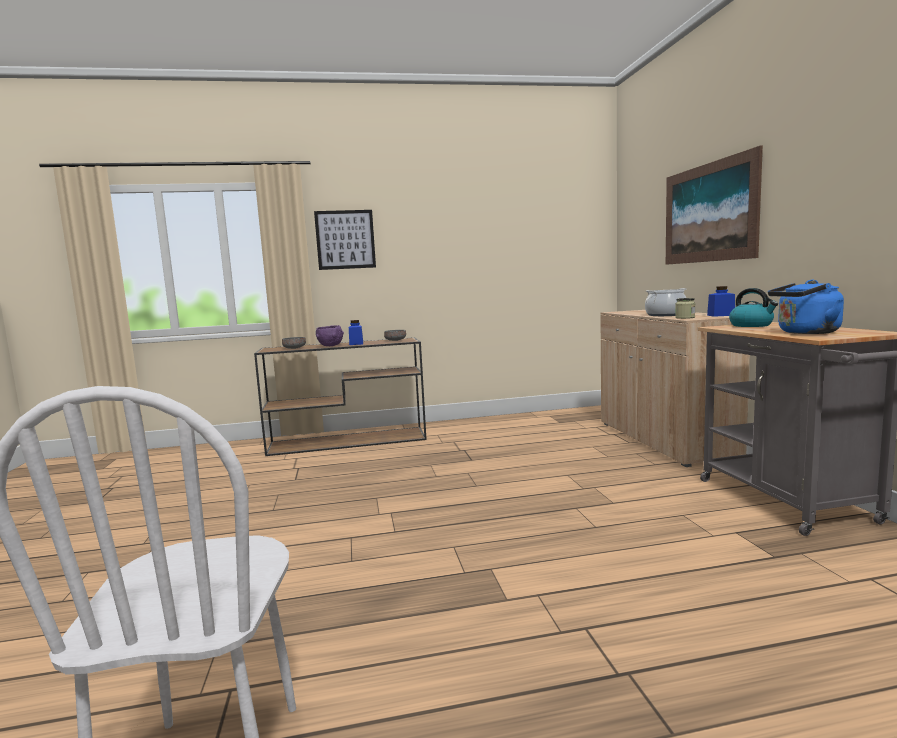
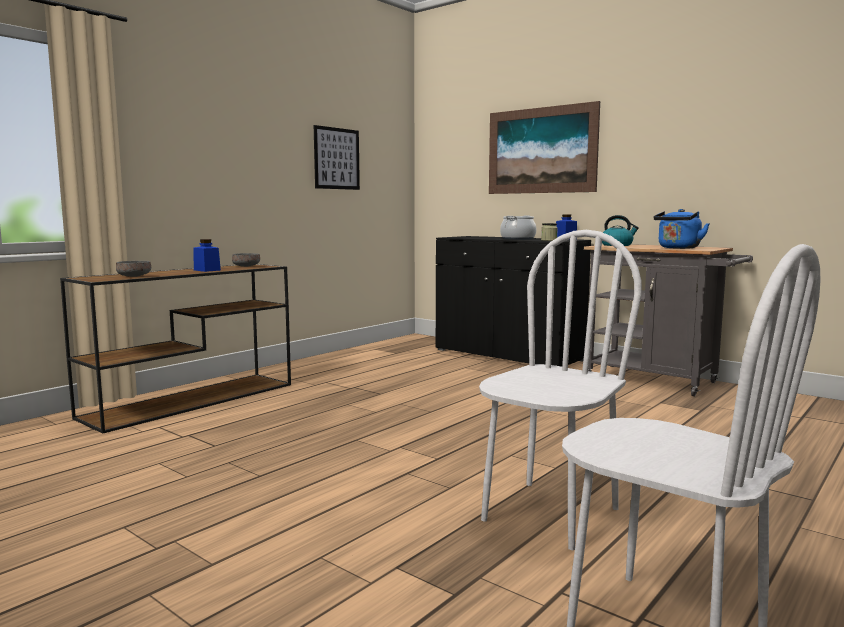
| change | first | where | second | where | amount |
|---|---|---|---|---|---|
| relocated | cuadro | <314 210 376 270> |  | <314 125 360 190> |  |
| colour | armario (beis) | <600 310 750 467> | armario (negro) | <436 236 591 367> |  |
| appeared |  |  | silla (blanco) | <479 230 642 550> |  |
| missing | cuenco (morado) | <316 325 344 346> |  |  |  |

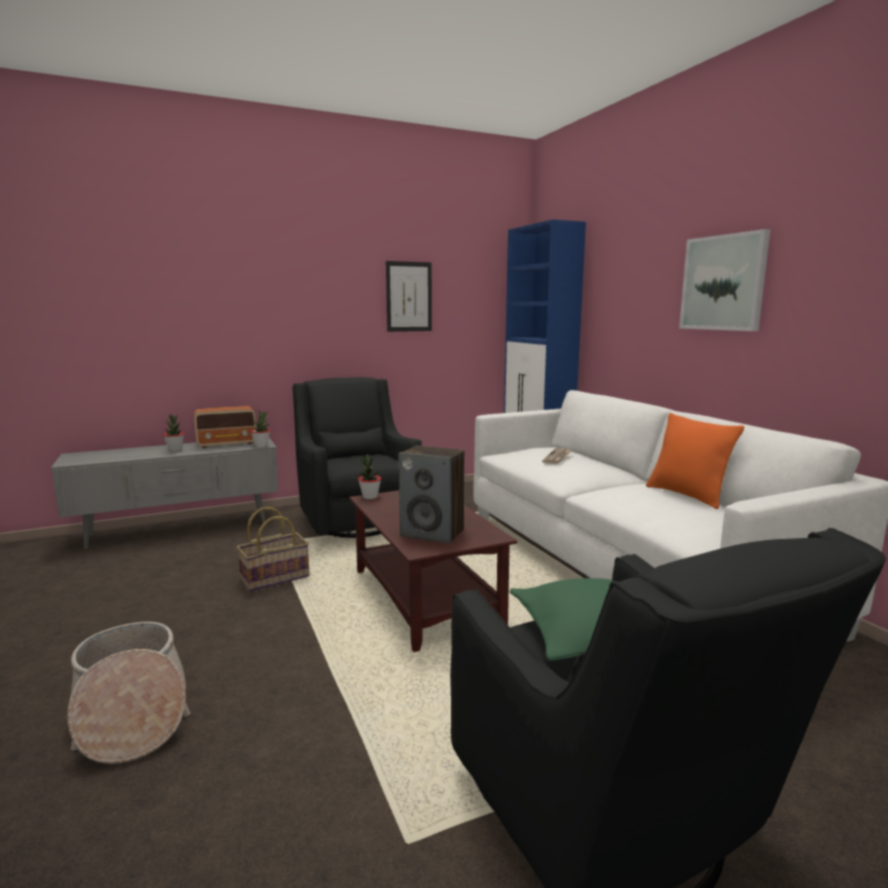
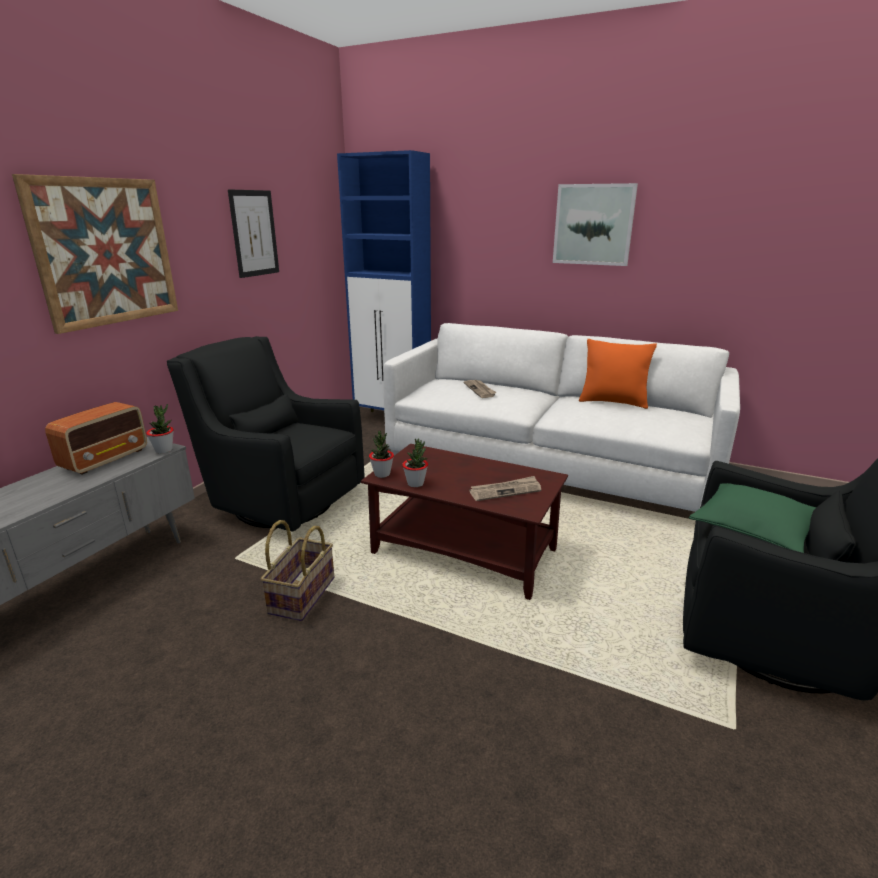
| change | first | where | second | where | amount |
|---|---|---|---|---|---|
| appeared |  |  | cuadro | <12 174 178 334> |  |
| relocated | planta en maceta | <163 414 184 452> |  | <402 438 428 487> |  |
| exchanged | altavoz | <399 445 465 544> | periódico | <469 476 541 501> |  |
| missing | cesta | <67 622 190 764> |  |  |  |

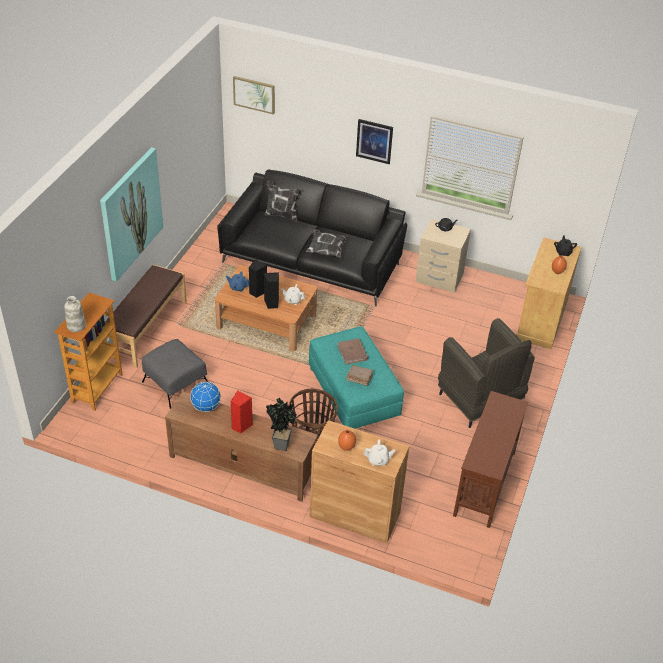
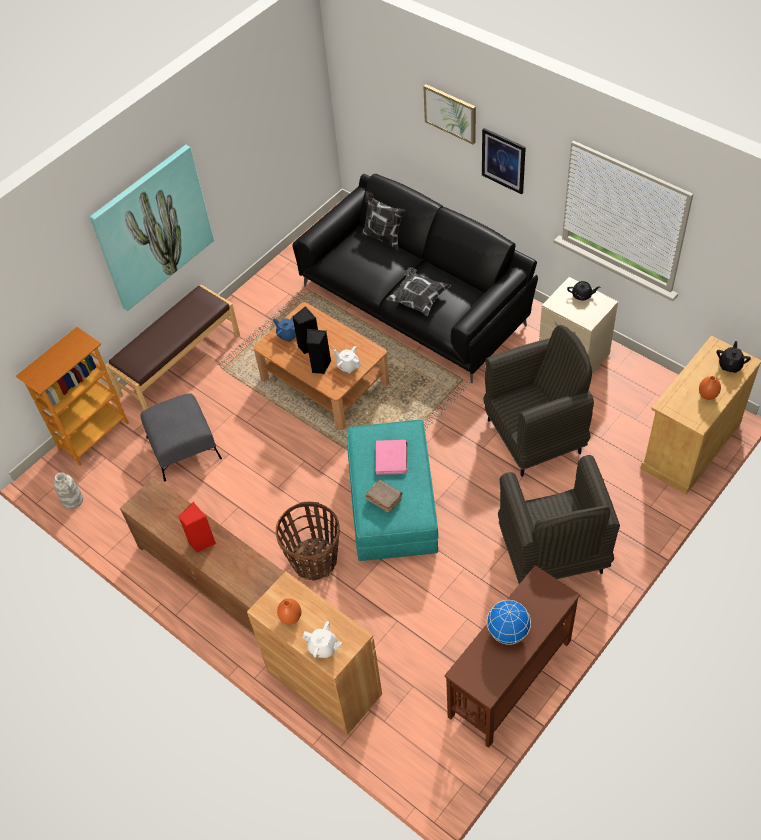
| change | first | where | second | where | amount |
|---|---|---|---|---|---|
| relocated | florero (blanco) | <64 296 86 332> |  | <54 472 83 509> |  |
| colour | libro (marrón) | <337 338 368 365> | libro (rosa) | <376 440 408 475> |  |
| relocated | cuadro | <233 76 275 115> |  | <423 84 476 145> |  |
| appeared |  |  | sillón (gris) | <483 325 594 477> |  |
| relocated | globo terráqueo | <190 382 221 412> |  | <487 600 531 645> |  |
| missing | planta en maceta | <266 397 296 451> |  |  |  |

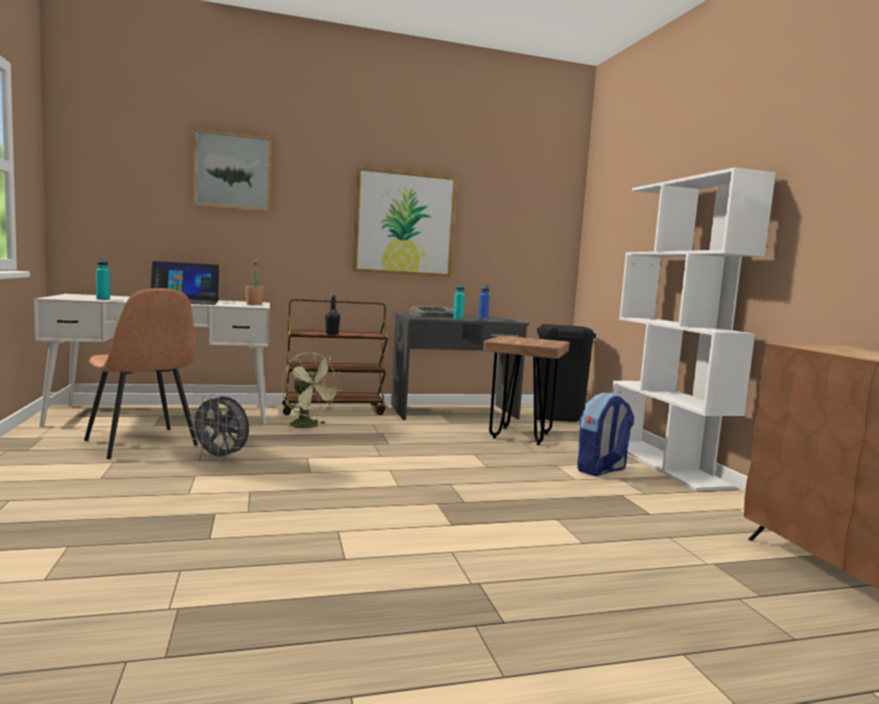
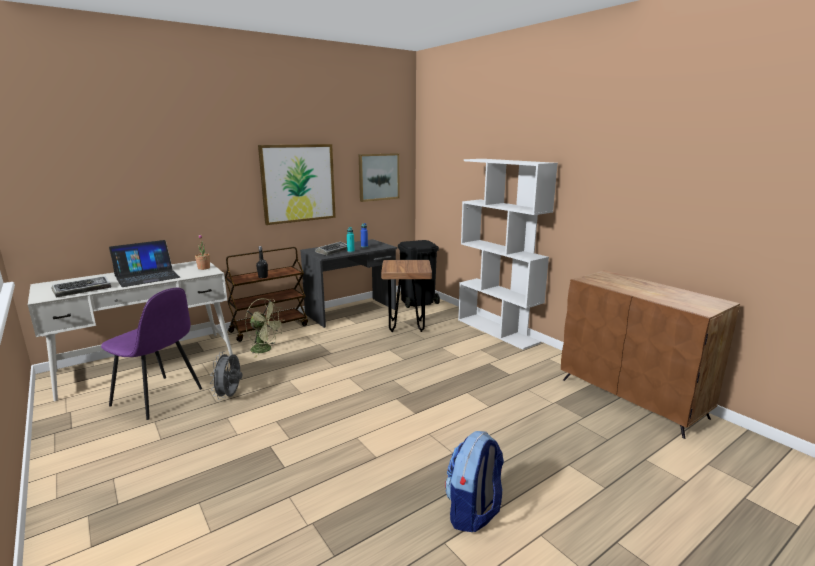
| change | first | where | second | where | amount |
|---|---|---|---|---|---|
| exchanged | botella (turquesa) | <96 258 110 300> | teclado | <51 276 111 297> |  |
| colour | silla (marrón) | <84 288 198 459> | silla (morado) | <101 288 202 420> |  |
| spun | ventilador (gris) | <189 394 249 461> |  | <210 351 242 400> | 90 degrees clockwise |
| relocated | cuadro | <193 128 272 212> |  | <359 153 399 202> |  |
| relocated | mochila | <577 392 634 476> |  | <445 431 504 532> |  |

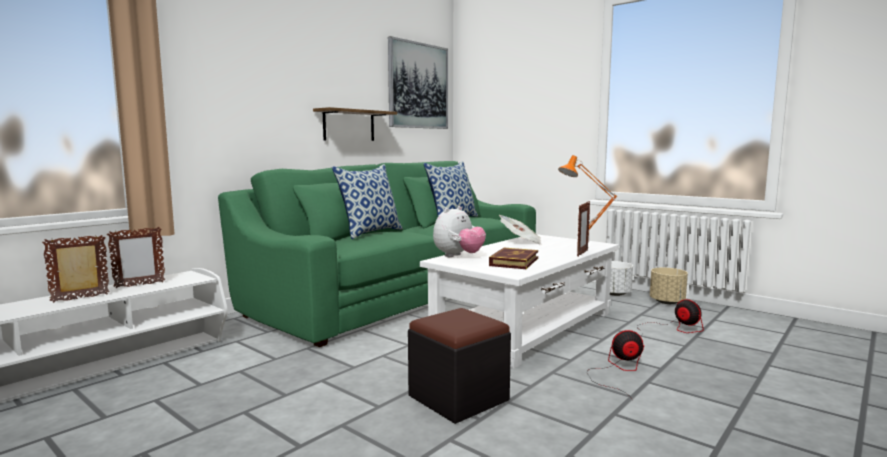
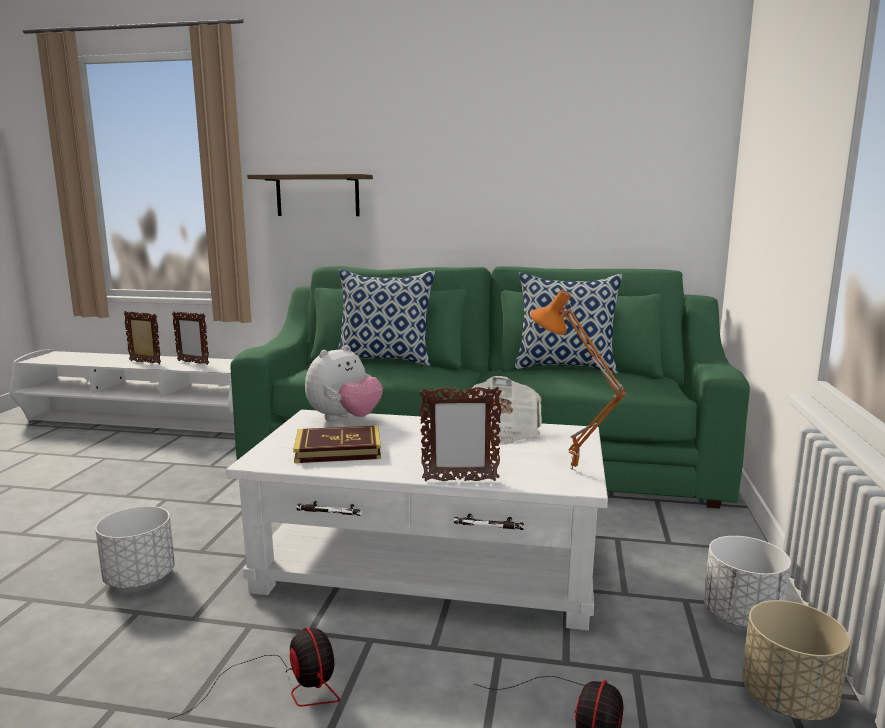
| change | first | where | second | where | amount |
|---|---|---|---|---|---|
| exchanged | puf (negro) | <408 308 511 424> | maceta (blanco) | <95 506 175 588> |  |
| relocated | estante | <313 107 397 141> |  | <247 174 373 216> |  |
| spun | peluche | <433 206 486 257> |  | <305 345 383 421> | 60 degrees counterclockwise |
| missing | cuadro | <388 36 448 129> |  |  |  |

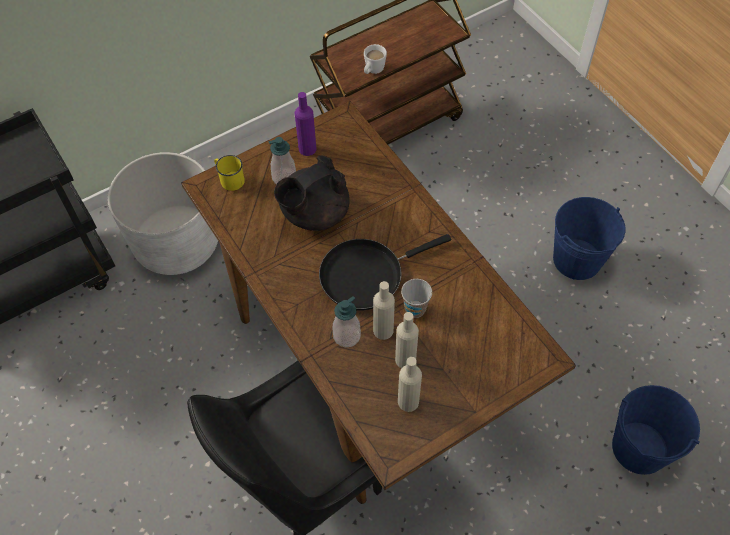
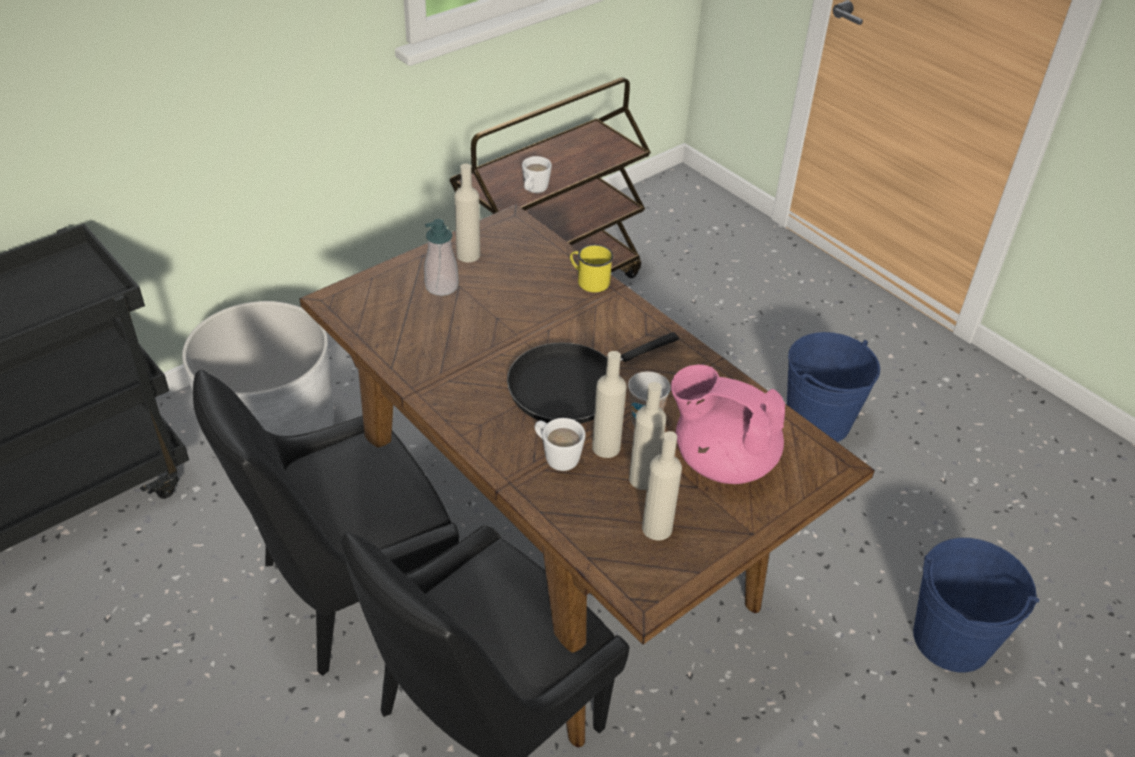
| change | first | where | second | where | amount |
|---|---|---|---|---|---|
| appeared |  |  | silla (negro) | <193 370 459 676> |  |
| colour | botella (morado) | <295 92 316 156> | botella (beis) | <454 164 480 262> |  |
| exchanged | dispensador de jabón | <333 296 361 347> | taza grande (blanco) | <534 418 585 471> |  |
| relocated | taza grande (amarillo) | <214 155 245 191> |  | <570 244 614 292> |  |
| appeared |  |  | tetera (rosa) | <671 364 785 484> |  |
| missing | tetera (negro) | <274 155 350 231> |  |  |  |

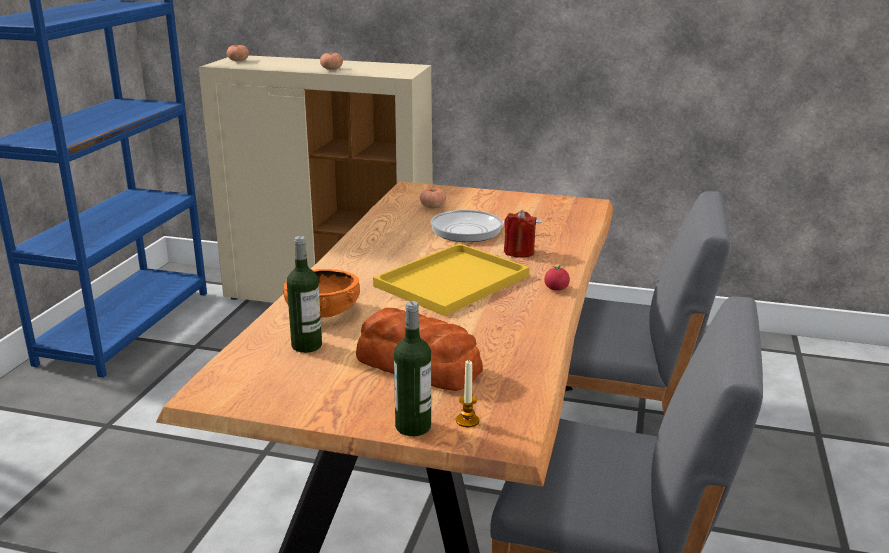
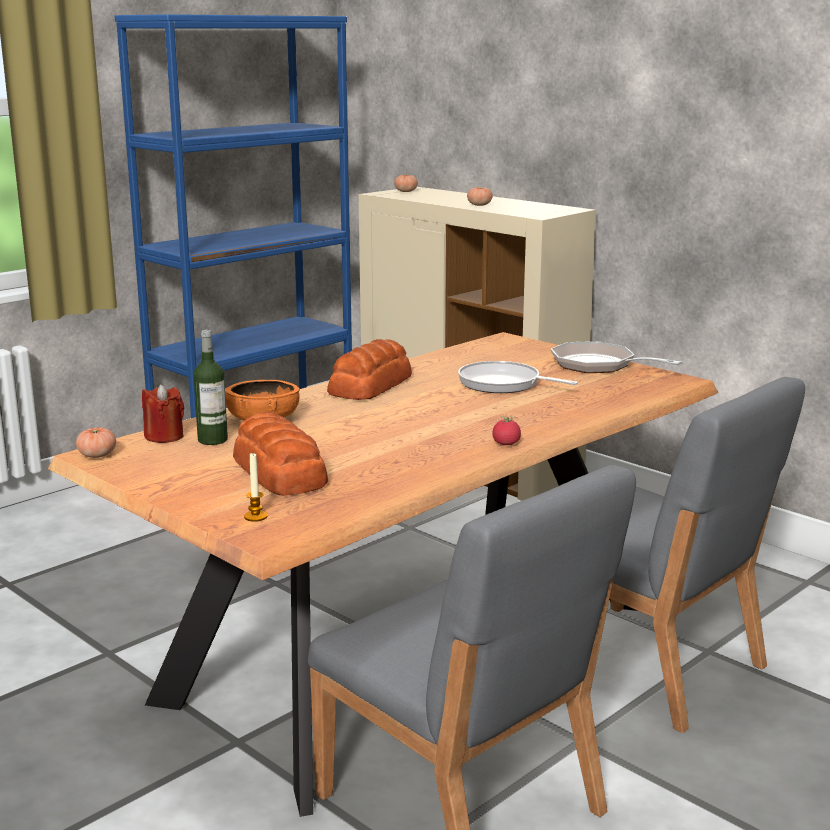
| change | first | where | second | where | amount |
|---|---|---|---|---|---|
| relocated | tomate | <420 188 446 209> |  | <76 427 116 458> |  |
| relocated | vela (rojo) | <504 210 537 258> |  | <142 384 184 443> |  |
| appeared |  |  | pan | <327 339 412 400> |  |
| appeared |  |  | sartén | <551 341 682 373> |  |
| missing | bandeja (amarillo) | <373 243 529 316> |  |  |  |
| missing | botella | <394 301 431 436> |  |  |  |

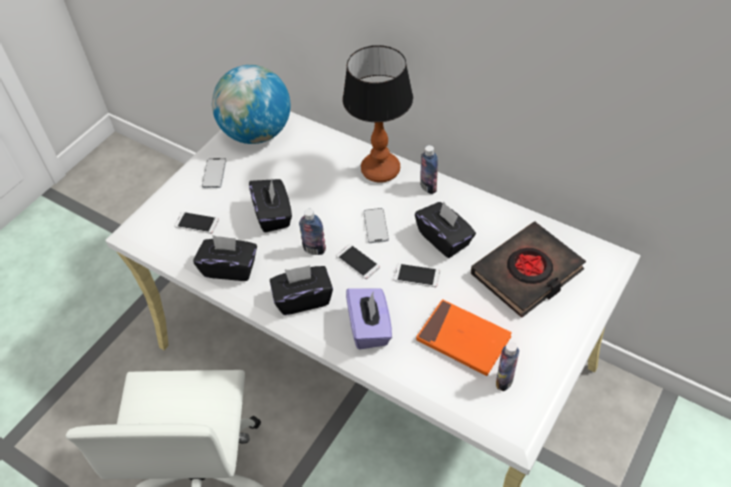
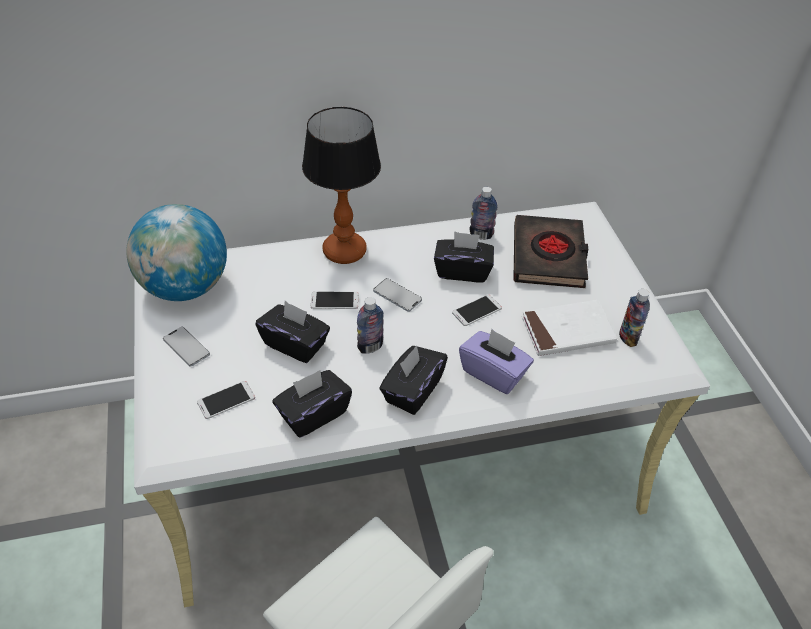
| change | first | where | second | where | amount |
|---|---|---|---|---|---|
| relocated | móvil | <336 244 380 279> |  | <311 291 359 309> |  |
| relocated | botella | <420 145 438 194> |  | <469 187 498 240> |  |
| colour | libro (naranja) | <416 299 512 376> | libro (blanco) | <522 300 617 356> |  |

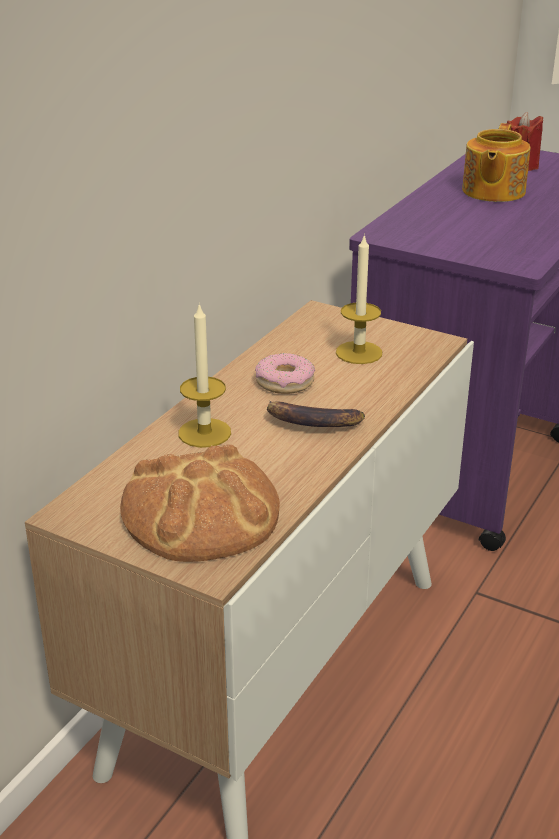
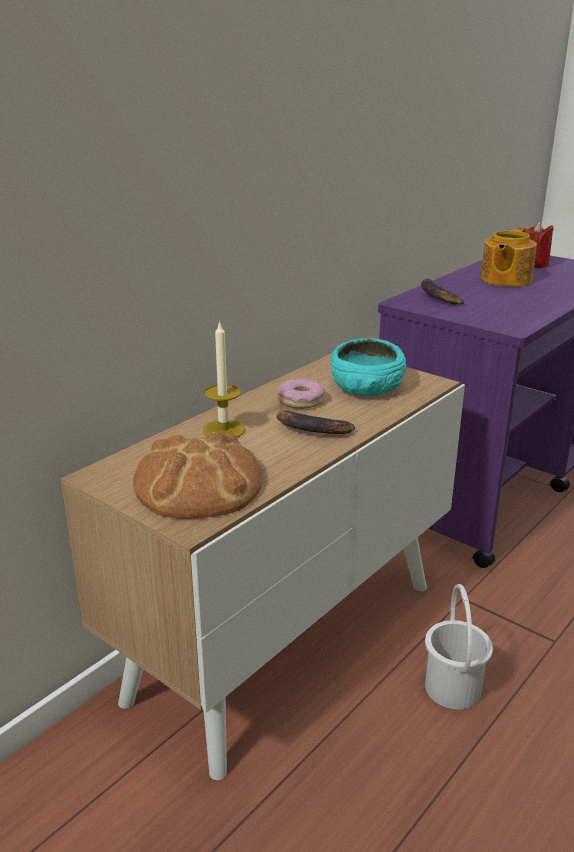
| change | first | where | second | where | amount |
|---|---|---|---|---|---|
| exchanged | vela | <336 234 382 364> | cuenco (turquesa) | <330 338 407 396> |  |
| appeared |  |  | plátano | <421 279 464 305> |  |
| appeared |  |  | cubo (blanco) | <425 584 493 709> |  |

